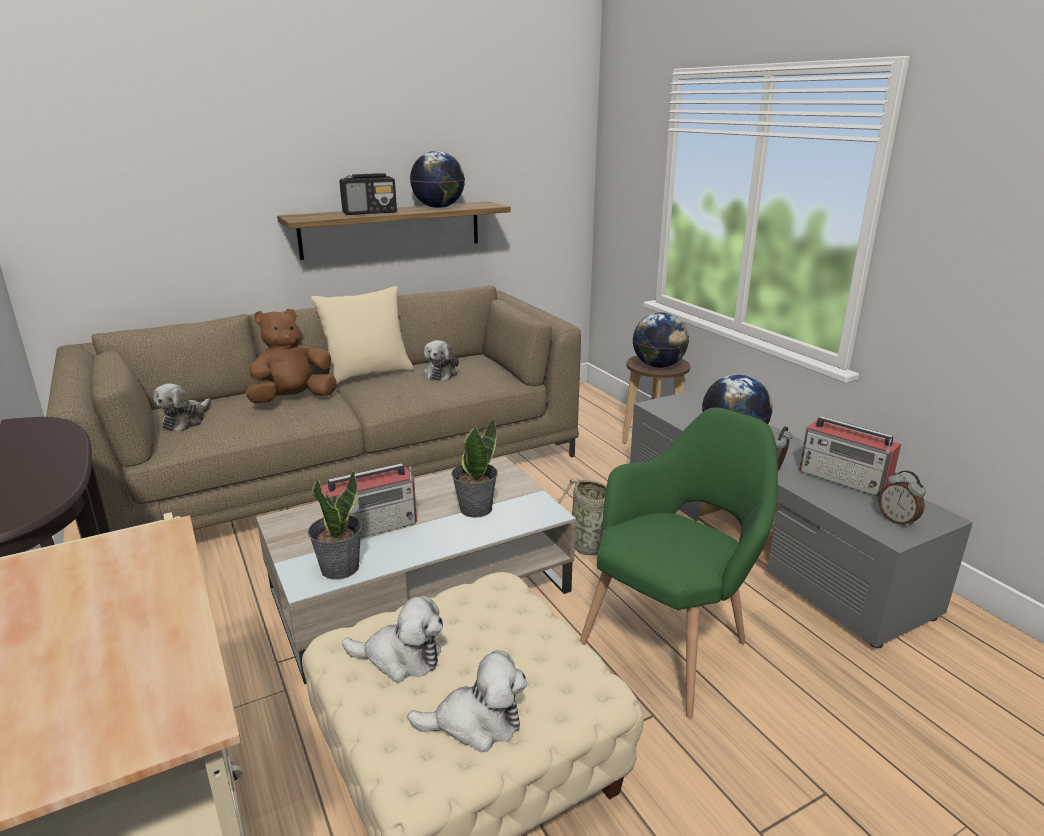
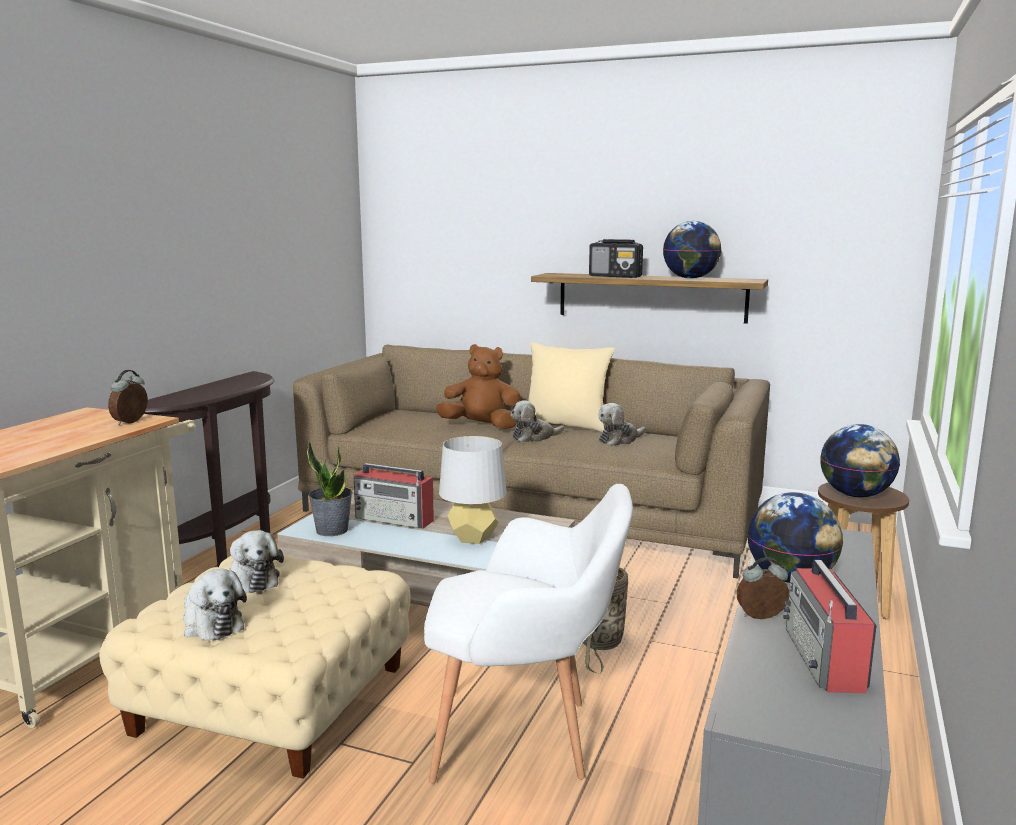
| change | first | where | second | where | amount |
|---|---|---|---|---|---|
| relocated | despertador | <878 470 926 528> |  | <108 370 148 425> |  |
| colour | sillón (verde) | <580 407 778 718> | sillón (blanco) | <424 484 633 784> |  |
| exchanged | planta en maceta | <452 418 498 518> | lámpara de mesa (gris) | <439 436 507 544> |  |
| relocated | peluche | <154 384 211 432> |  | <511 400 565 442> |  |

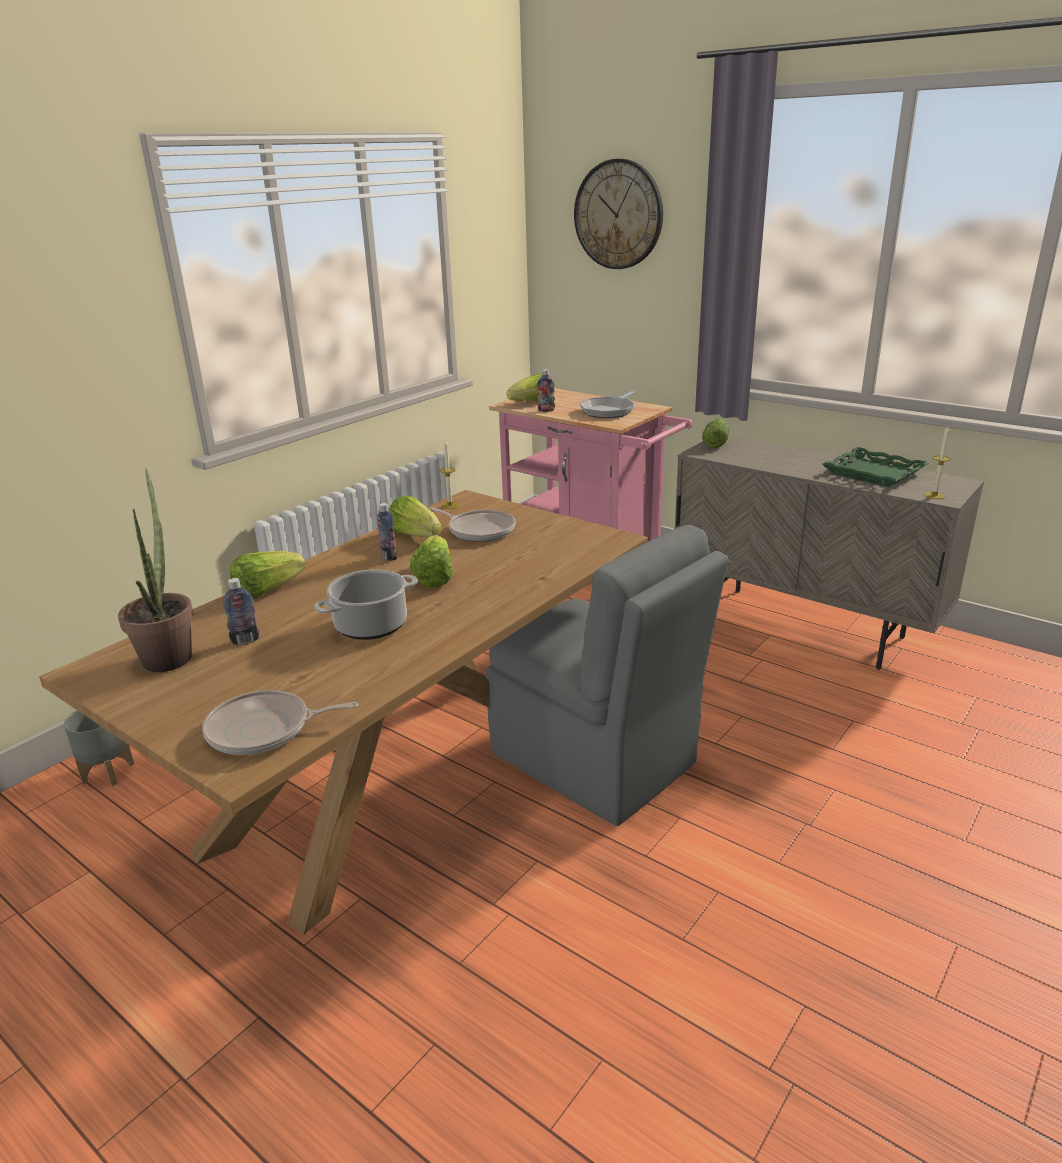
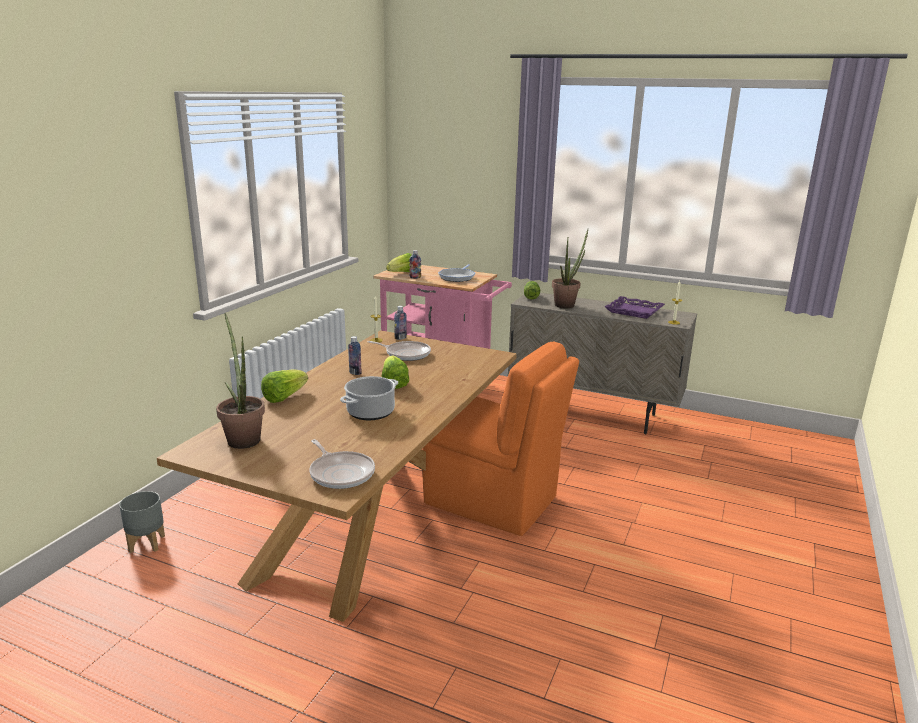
| change | first | where | second | where | amount |
|---|---|---|---|---|---|
| spun | sartén | <202 690 358 755> |  | <309 439 375 489> | 105 degrees counterclockwise |
| relocated | botella | <223 578 259 645> |  | <394 306 407 340> |  |
| colour | silla (gris) | <486 525 729 826> | silla (naranja) | <423 341 579 536> |  |
| appeared |  |  | planta en maceta | <552 229 588 309> |  |
| colour | bandeja (verde) | <822 447 928 487> | bandeja (morado) | <605 296 665 319> |  |
| missing | lechuga | <389 496 442 537> |  |  |  |
| missing | reloj de pared | <574 159 663 269> |  |  |  |

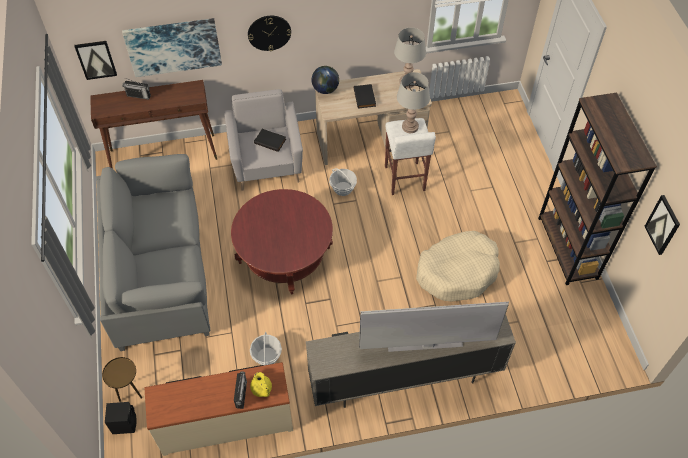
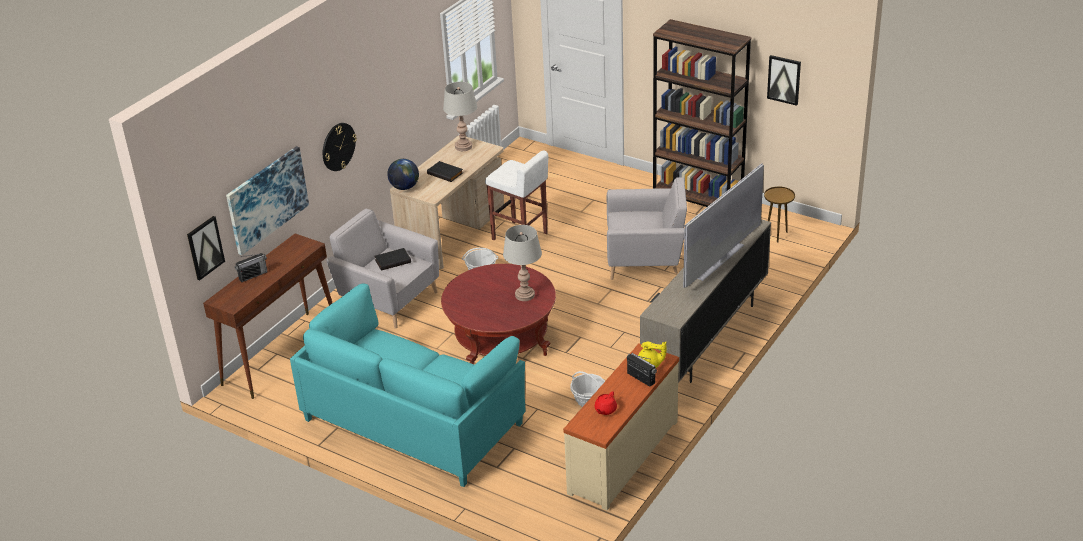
| change | first | where | second | where | amount |
|---|---|---|---|---|---|
| colour | sofá (gris) | <96 154 210 351> | sofá (turquesa) | <290 284 526 487> |  |
| relocated | lámpara de mesa (gris) | <397 72 430 133> |  | <503 225 542 301> |  |
| appeared |  |  | tetera (rojo) | <594 391 617 415> |  |
| exchanged | cama para perro (beis) | <416 231 500 302> | sillón (gris) | <607 177 687 280> |  |
| relocated | mesa auxiliar (marrón) | <102 357 142 402> |  | <764 187 795 242> |  |
| missing | altavoz (negro) | <105 402 137 434> |  |  |  |

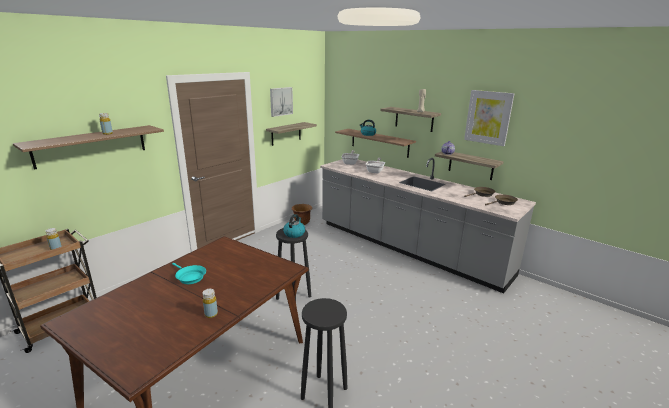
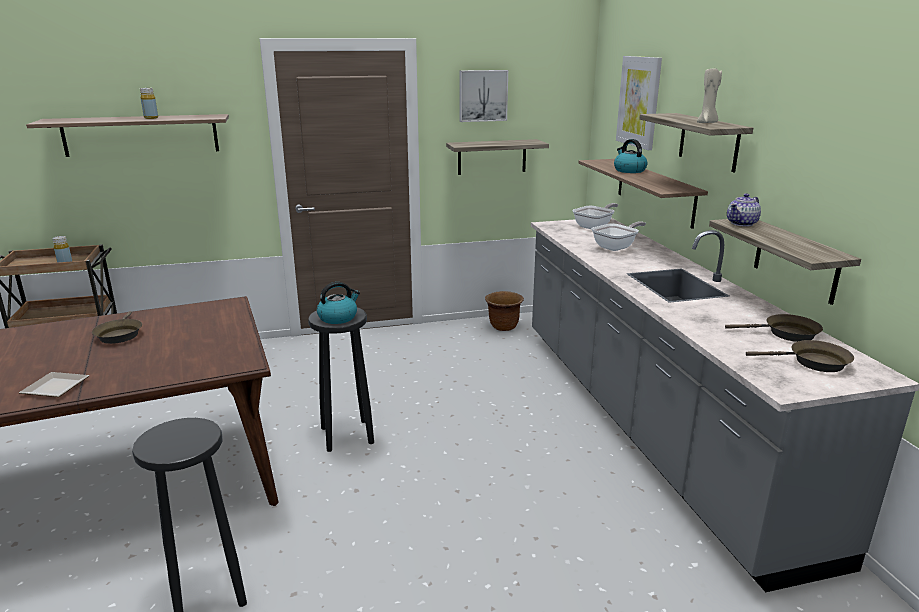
| change | first | where | second | where | amount |
|---|---|---|---|---|---|
| exchanged | botella (amarillo) | <203 289 218 318> | plato | <19 372 89 397> |  |
| colour | sartén (turquesa) | <172 263 206 284> | sartén (marrón) | <92 311 142 344> |  |
| relocated | cuadro | <464 90 515 146> |  | <616 56 662 150> |  |

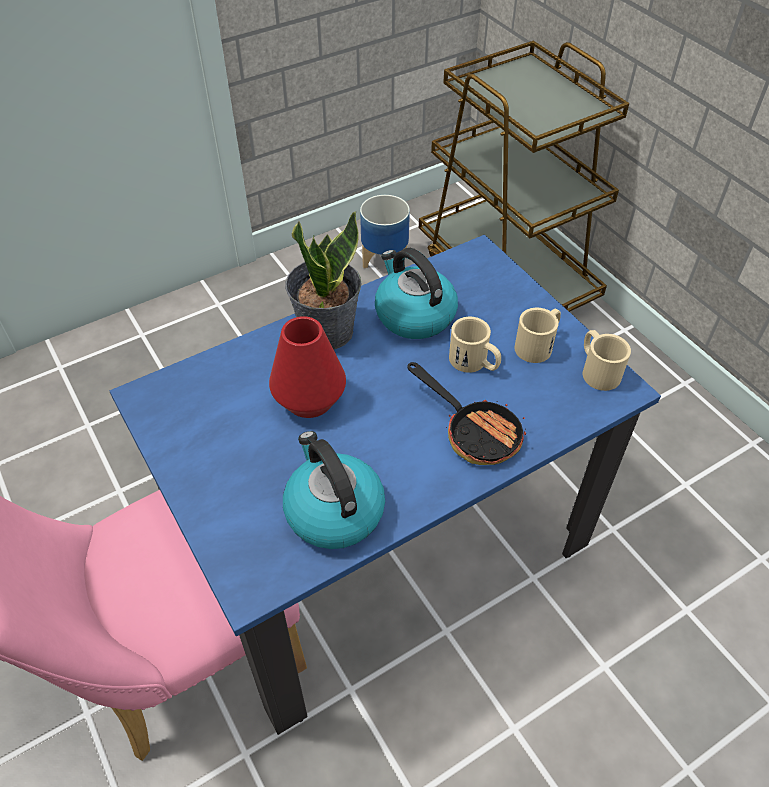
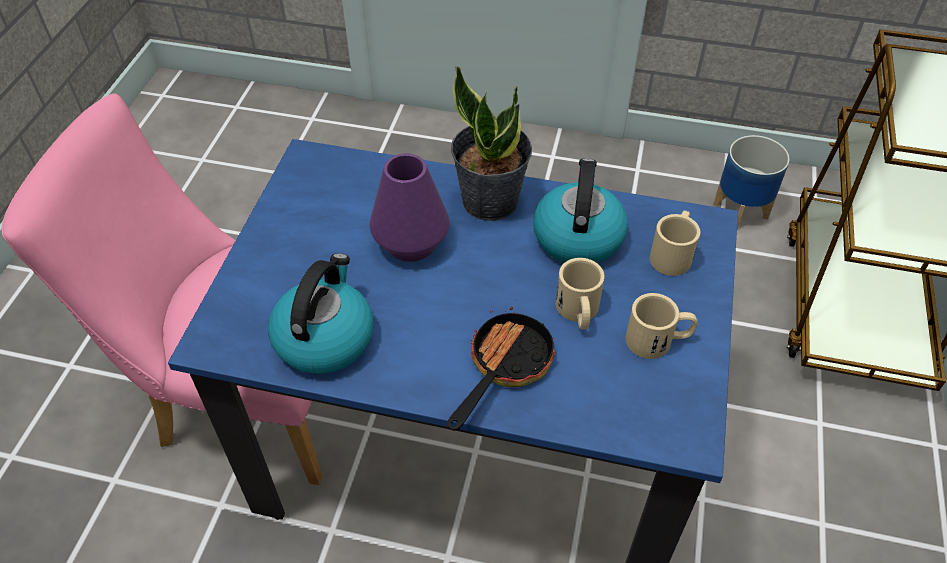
| change | first | where | second | where | amount |
|---|---|---|---|---|---|
| colour | florero (rojo) | <269 316 346 418> | florero (morado) | <370 153 450 262> |  |
| spun | sartén | <407 362 526 465> |  | <447 300 555 431> | 150 degrees counterclockwise |
| relocated | taza grande (beis) | <583 330 631 391> |  | <650 211 701 276> |  |

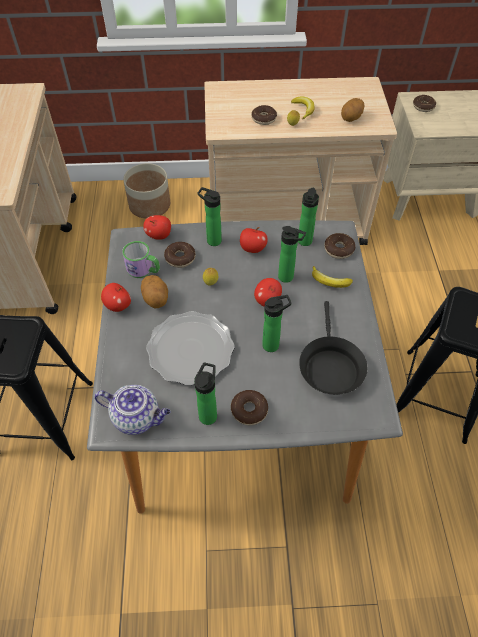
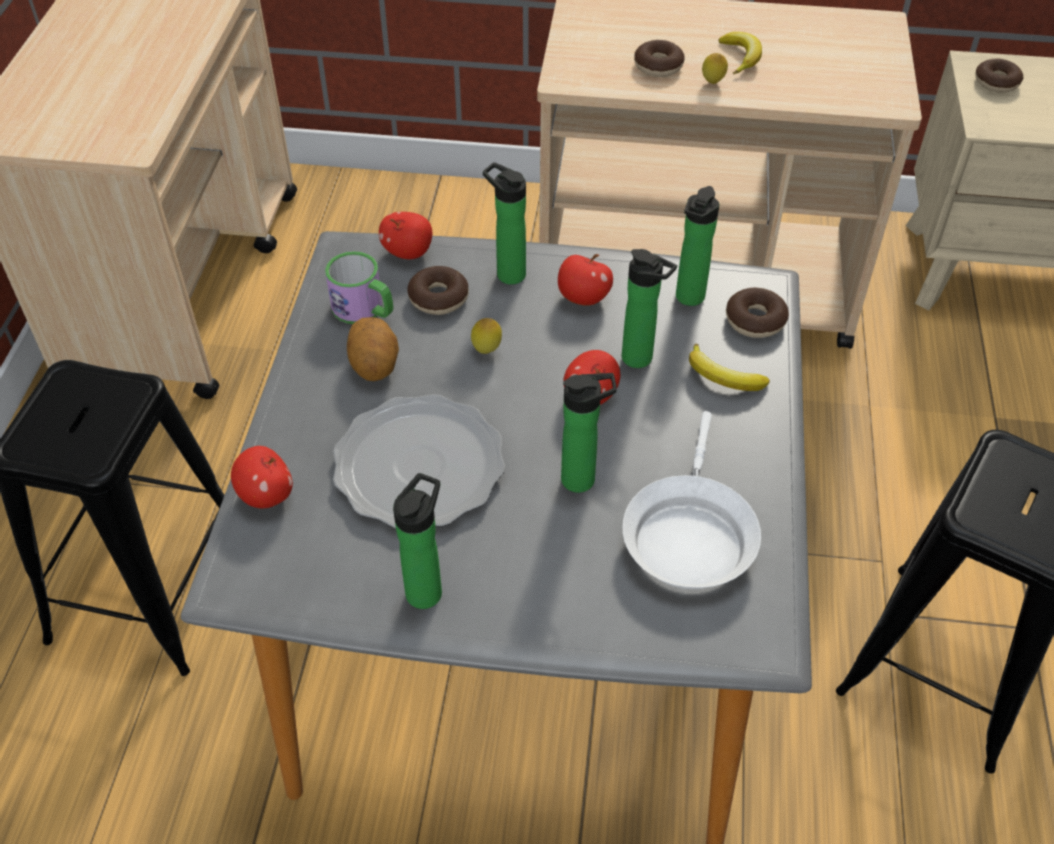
| change | first | where | second | where | amount |
|---|---|---|---|---|---|
| relocated | manzana | <101 283 131 312> |  | <231 446 293 508> |  |
| colour | sartén (negro) | <299 301 368 395> | sartén (blanco) | <623 411 761 589> |  |
| missing | tetera | <95 385 171 435> |  |  |  |
| missing | maceta | <123 163 170 219> |  |  |  |
| missing | rosquilla | <231 390 268 425> |  |  |  |
| missing | patata | <341 98 364 122> |  |  |  |

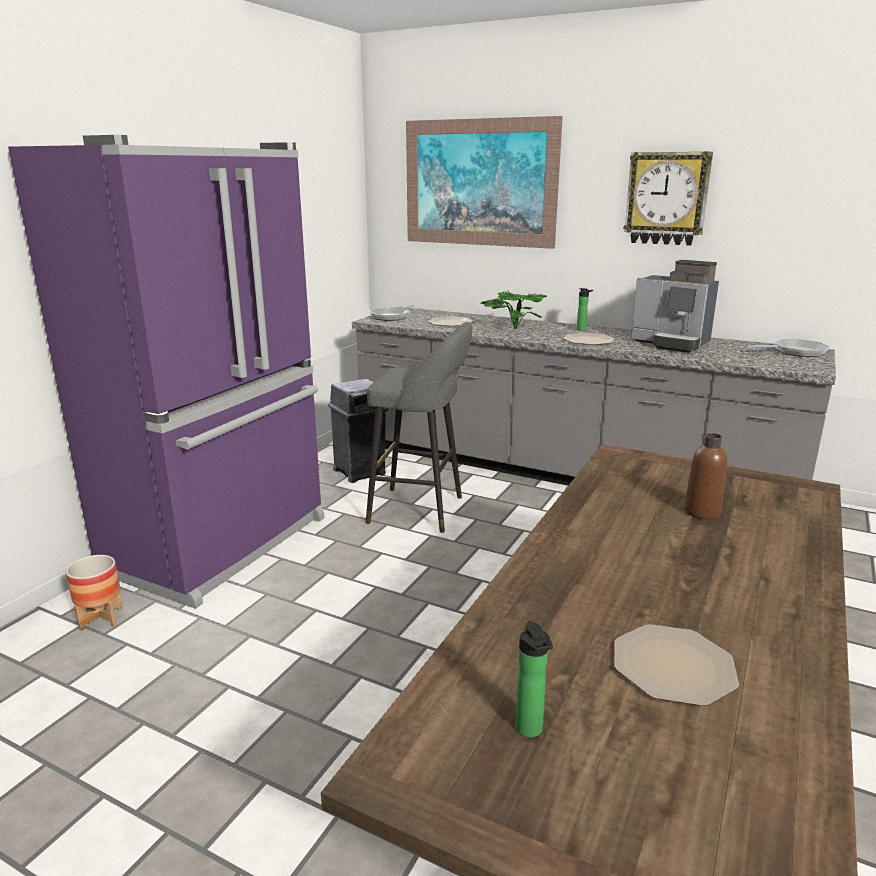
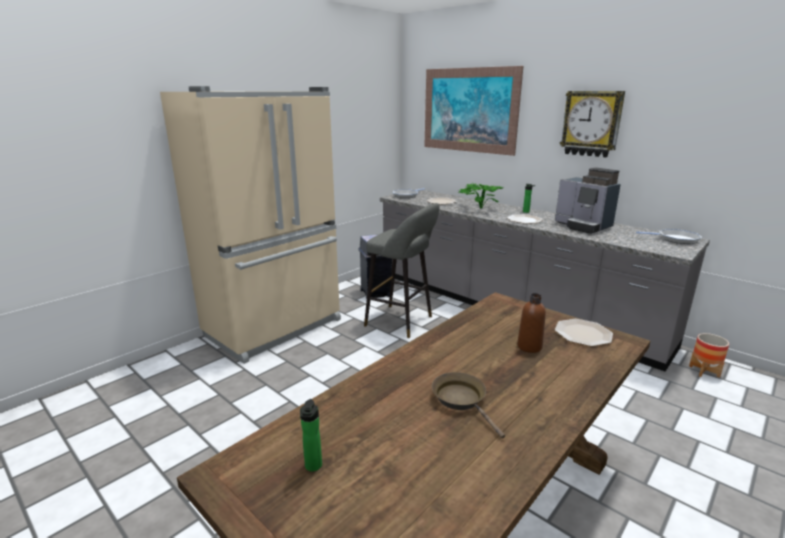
| change | first | where | second | where | amount |
|---|---|---|---|---|---|
| colour | nevera (morado) | <8 135 324 609> | nevera (beis) | <160 86 341 364> |  |
| appeared |  |  | sartén (marrón) | <432 372 505 438> |  |
| relocated | plato | <615 624 739 706> |  | <555 319 613 346> |  |
| relocated | maceta | <66 555 123 631> |  | <689 333 729 378> |  |

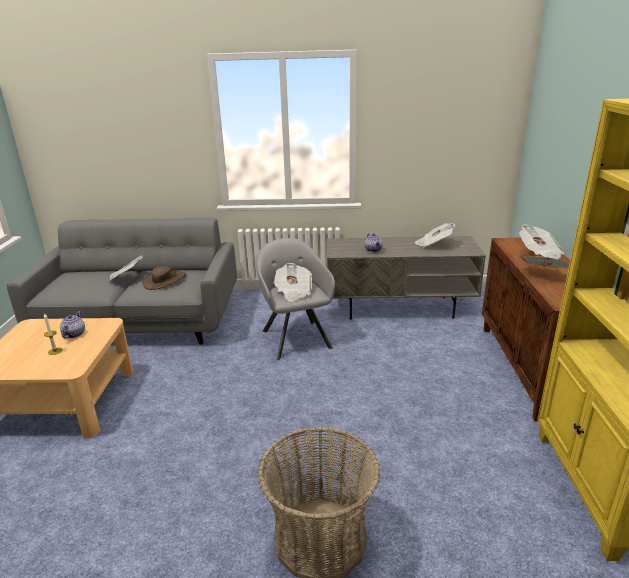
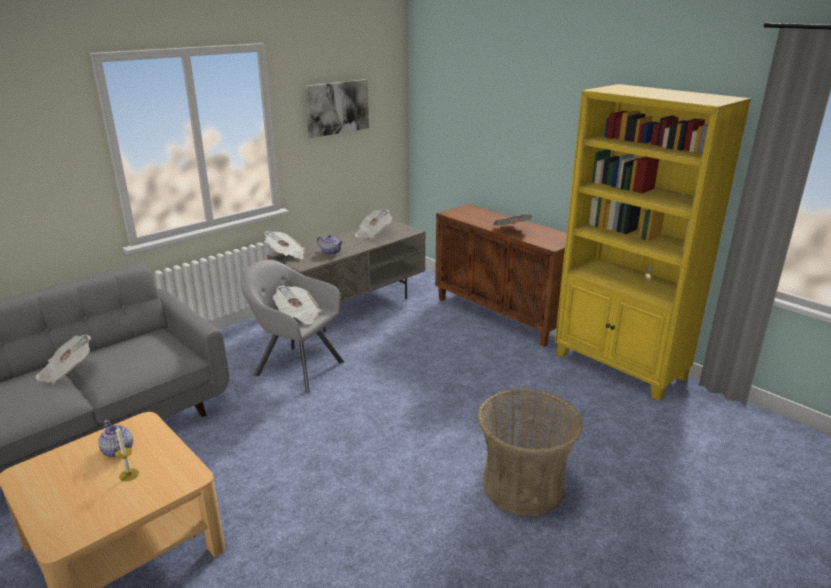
| change | first | where | second | where | amount |
|---|---|---|---|---|---|
| relocated | periódico | <519 224 564 260> |  | <265 231 305 259> |  |
| appeared |  |  | cuadro | <305 79 369 138> |  |
| missing | sombrero (marrón) | <143 266 186 290> |  |  |  |

